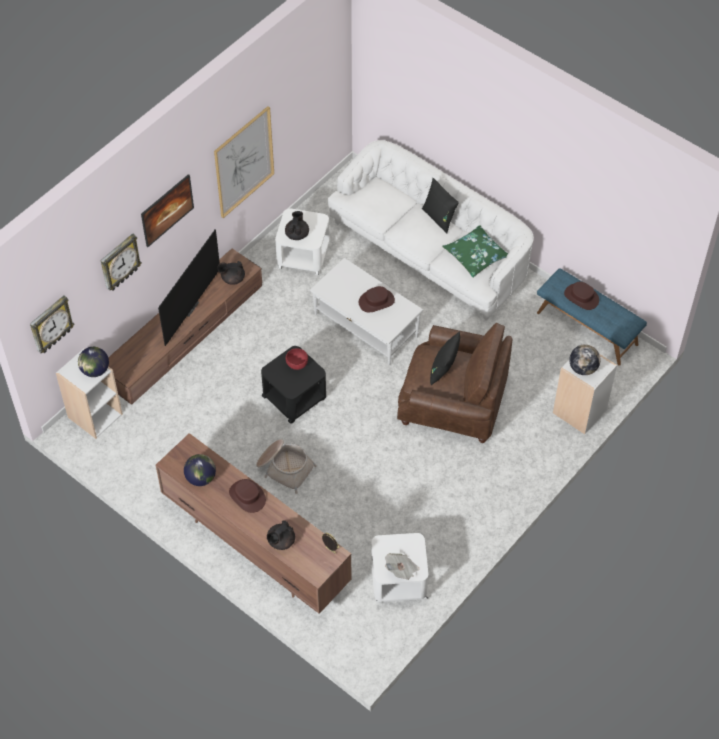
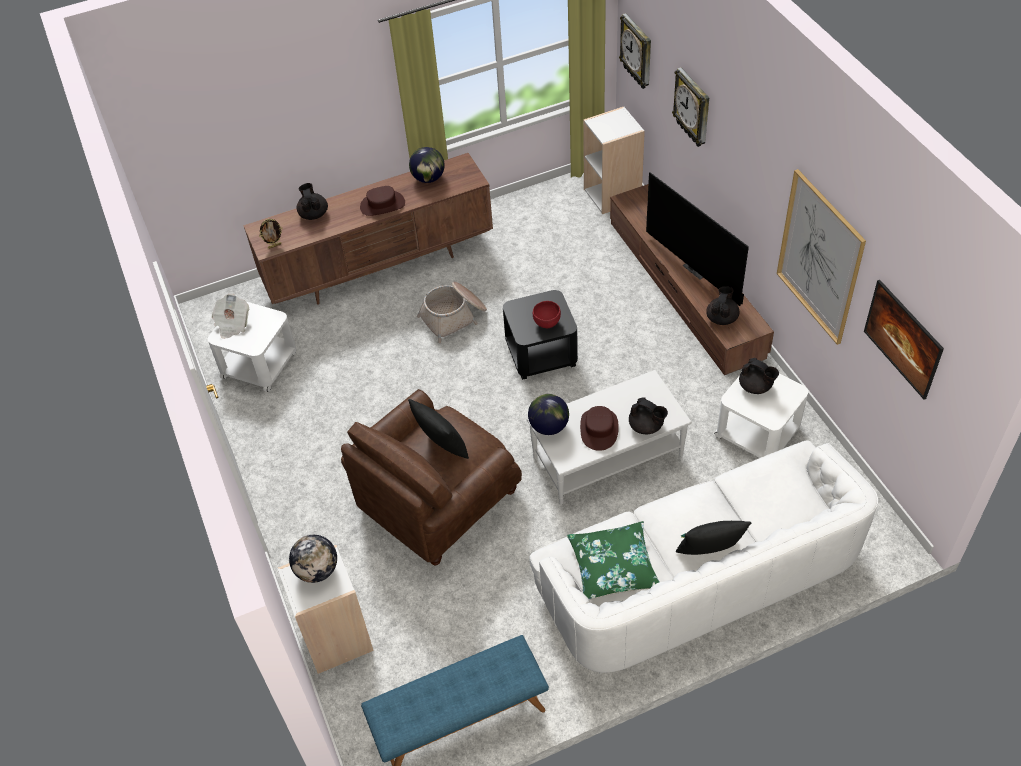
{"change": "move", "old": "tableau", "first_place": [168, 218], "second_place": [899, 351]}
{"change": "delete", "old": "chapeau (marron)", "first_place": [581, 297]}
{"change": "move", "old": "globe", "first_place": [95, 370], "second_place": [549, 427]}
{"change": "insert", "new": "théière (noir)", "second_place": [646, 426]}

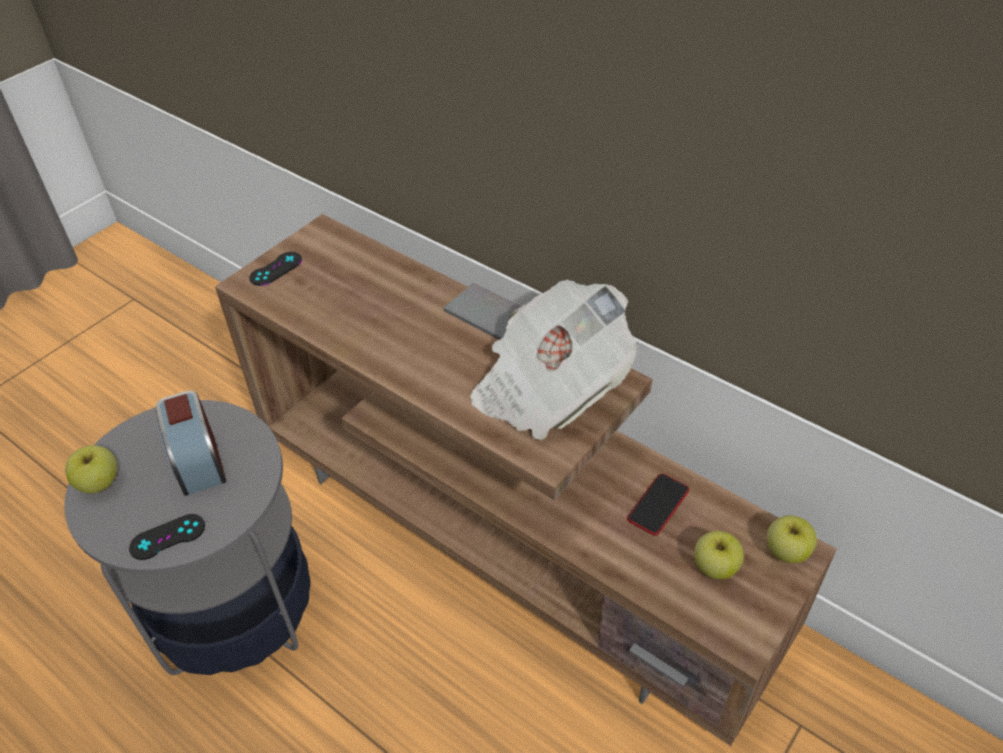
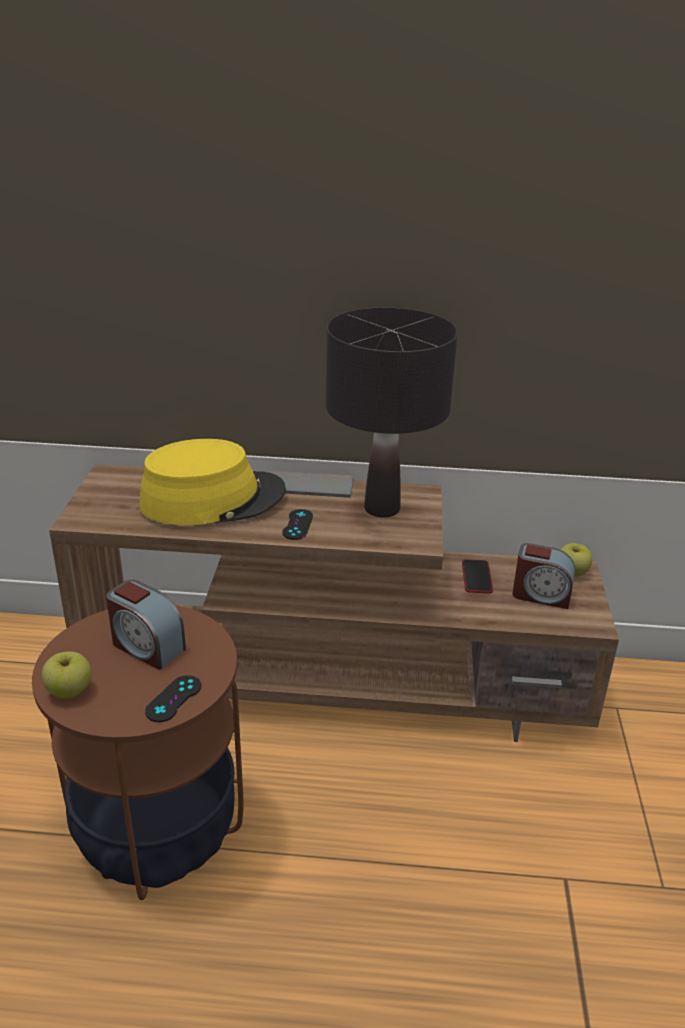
{"change": "move", "old": "manette (noir)", "first_place": [276, 269], "second_place": [297, 524]}
{"change": "replace", "old": "journal", "new": "lampe de table (noir)", "first_place": [549, 387], "second_place": [382, 509]}
{"change": "recolor", "old": "table d'appoint (gris)", "new": "table d'appoint (marron)", "first_place": [237, 613], "second_place": [158, 833]}
{"change": "replace", "old": "pomme", "new": "réveil", "first_place": [715, 567], "second_place": [541, 595]}
{"change": "insert", "new": "chapeau (jaune)", "second_place": [213, 499]}

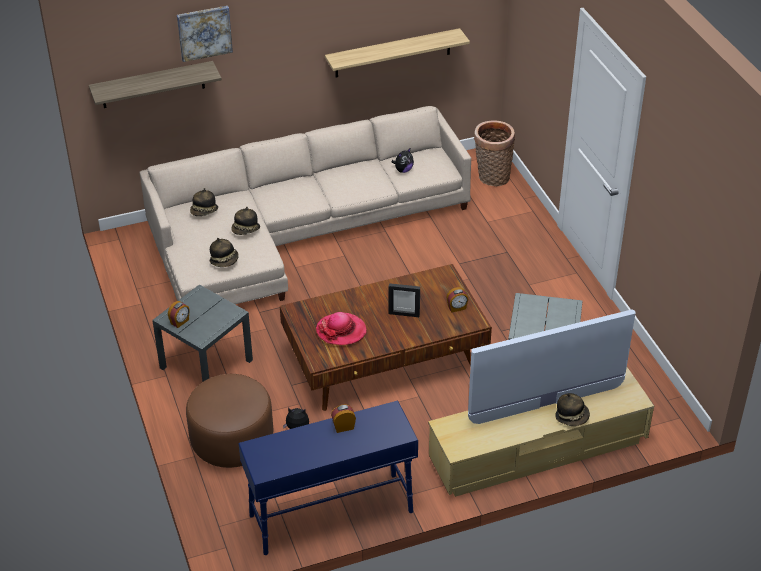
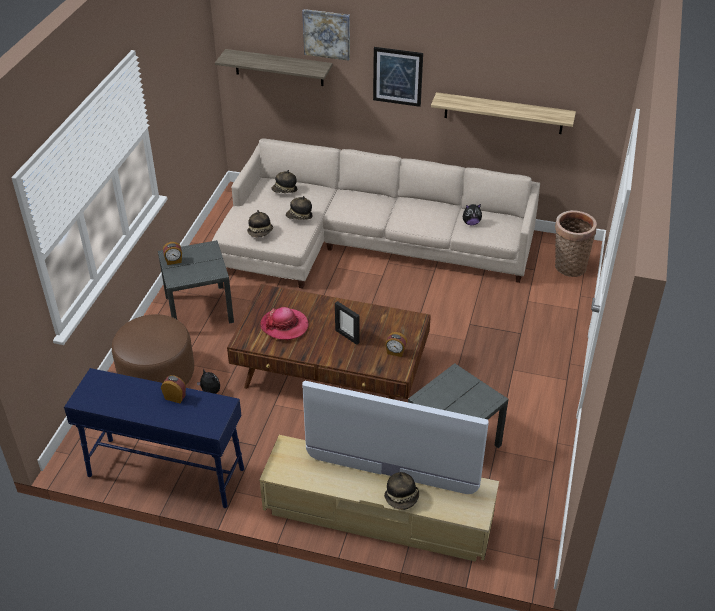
{"change": "insert", "new": "tableau", "second_place": [397, 76]}

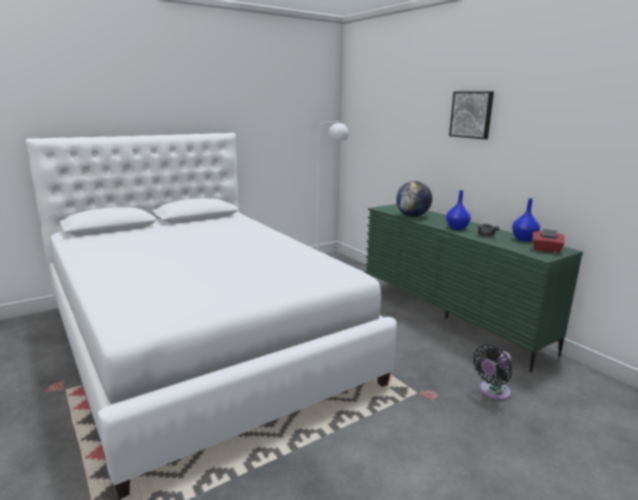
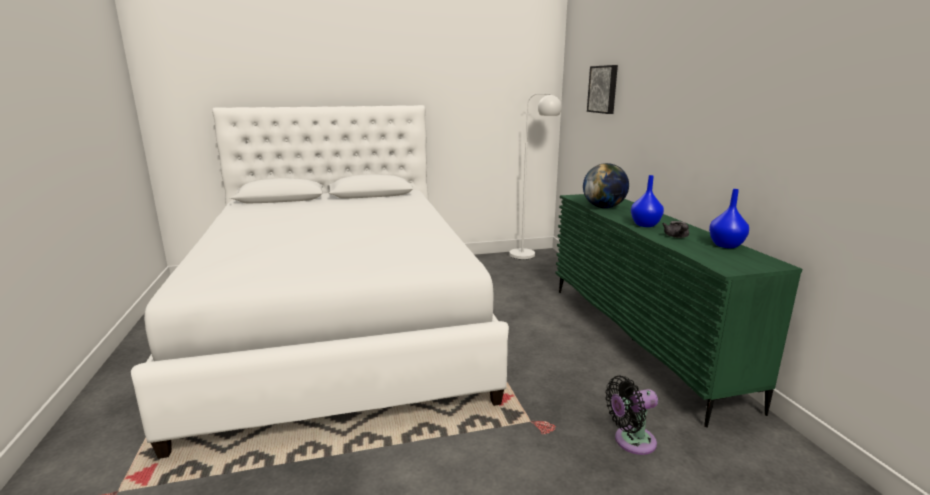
{"change": "move", "old": "tableau", "first_place": [472, 114], "second_place": [603, 89]}
{"change": "delete", "old": "boîte à mouchoirs (rouge)", "first_place": [546, 250]}

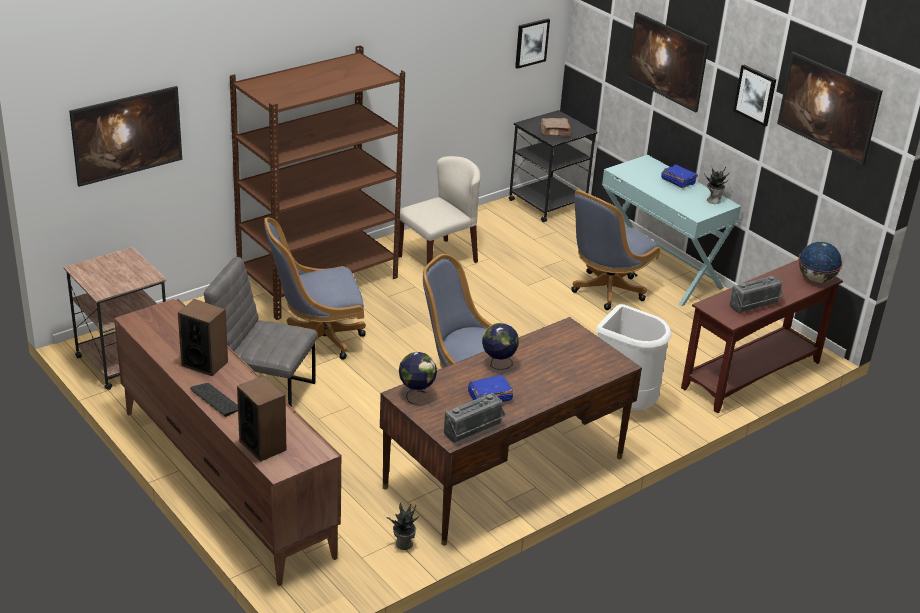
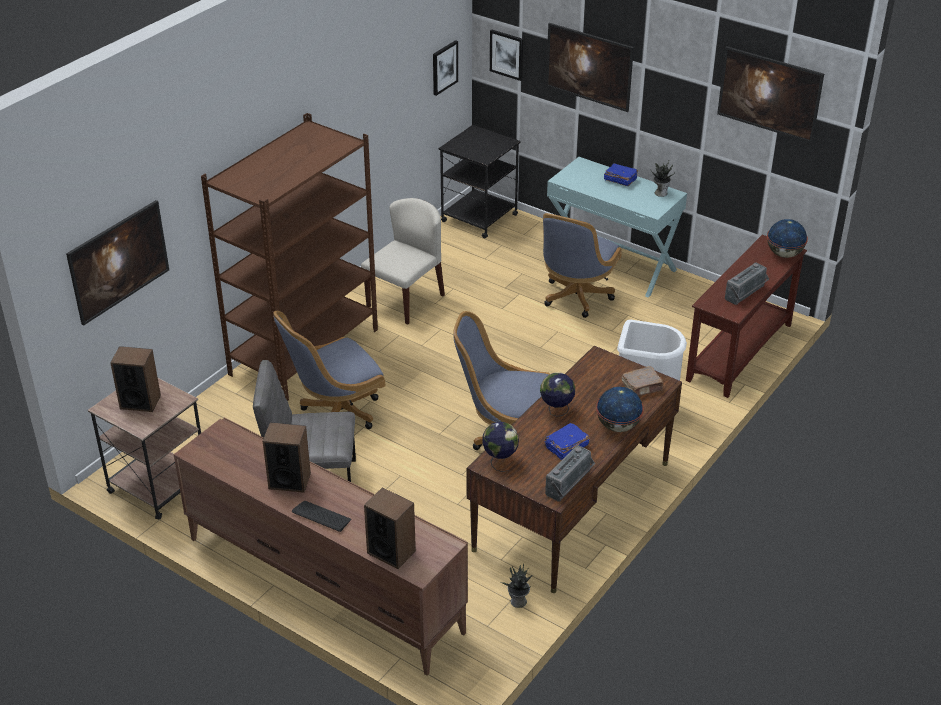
{"change": "move", "old": "tableau", "first_place": [755, 95], "second_place": [507, 54]}
{"change": "move", "old": "livre (marron)", "first_place": [555, 132], "second_place": [642, 387]}
{"change": "insert", "new": "enceinte", "second_place": [140, 402]}
{"change": "insert", "new": "globe", "second_place": [617, 426]}

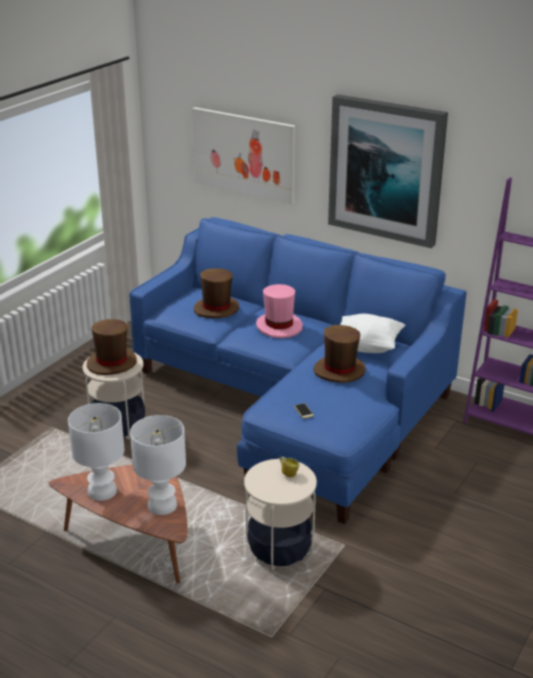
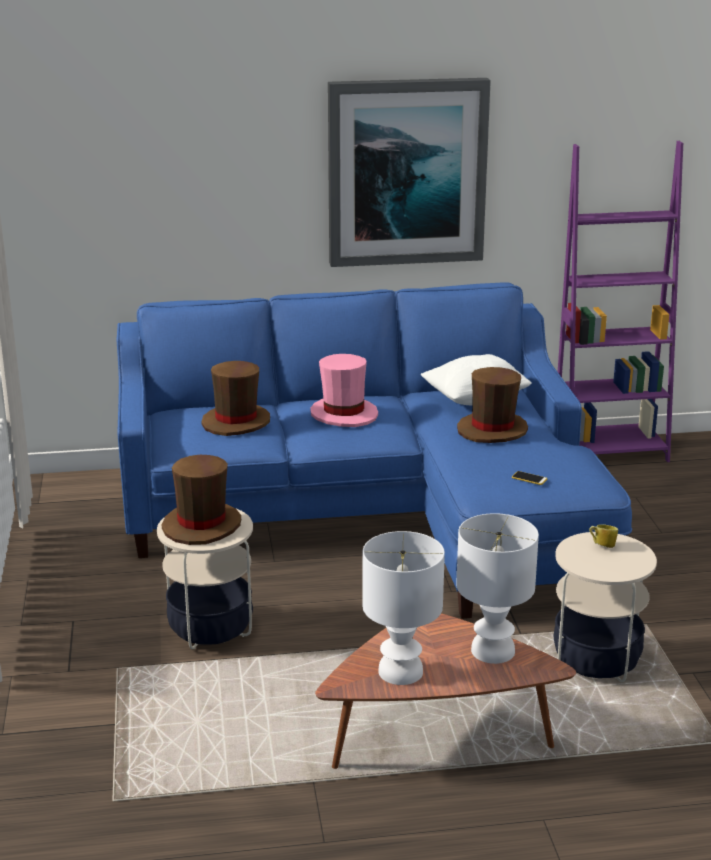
{"change": "delete", "old": "tableau", "first_place": [244, 154]}

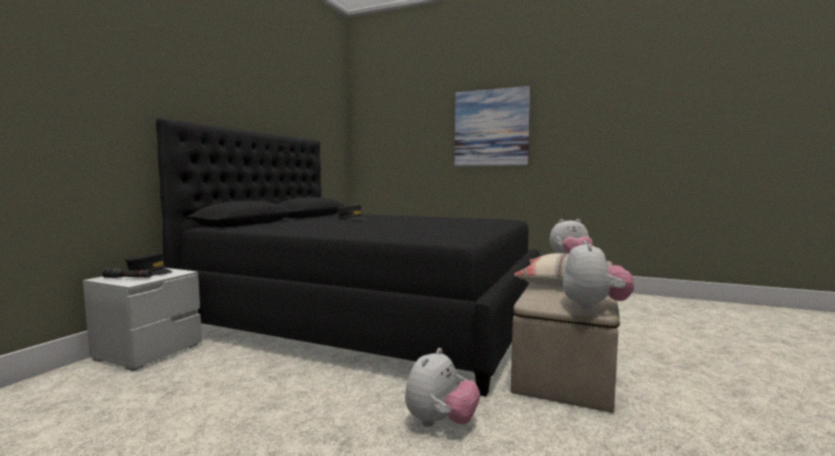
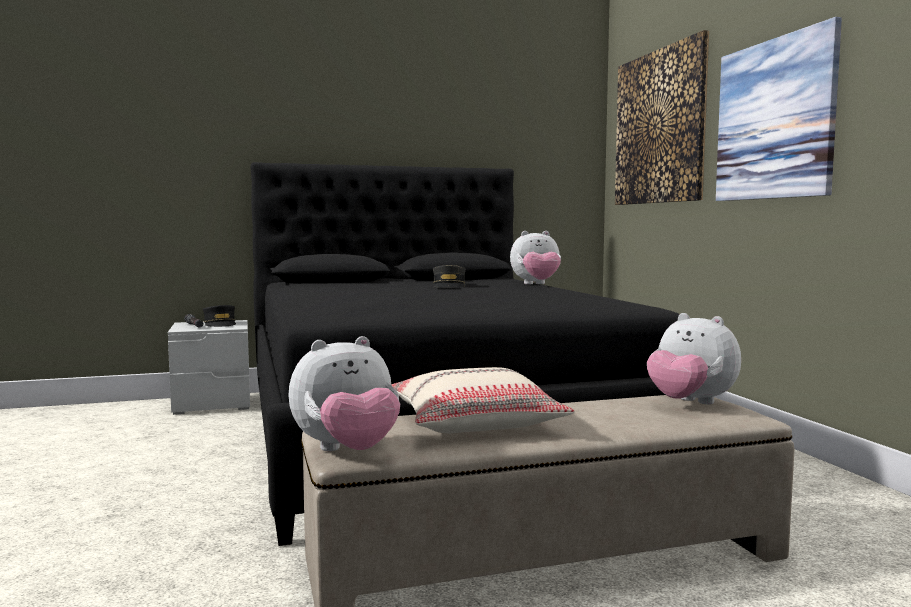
{"change": "move", "old": "peluche", "first_place": [440, 422], "second_place": [536, 284]}
{"change": "insert", "new": "tableau", "second_place": [659, 127]}

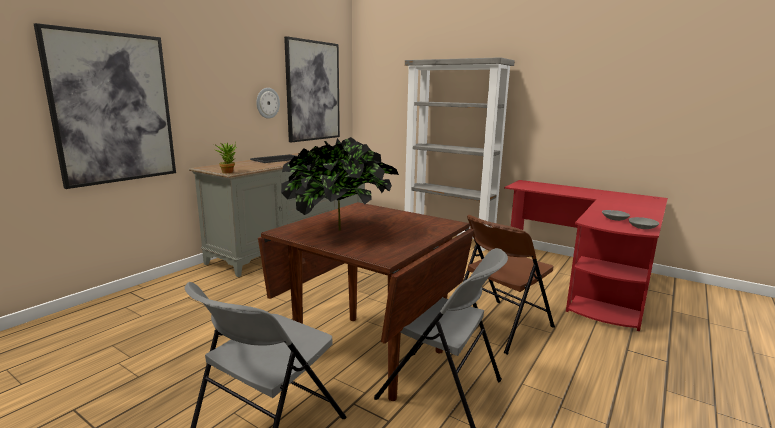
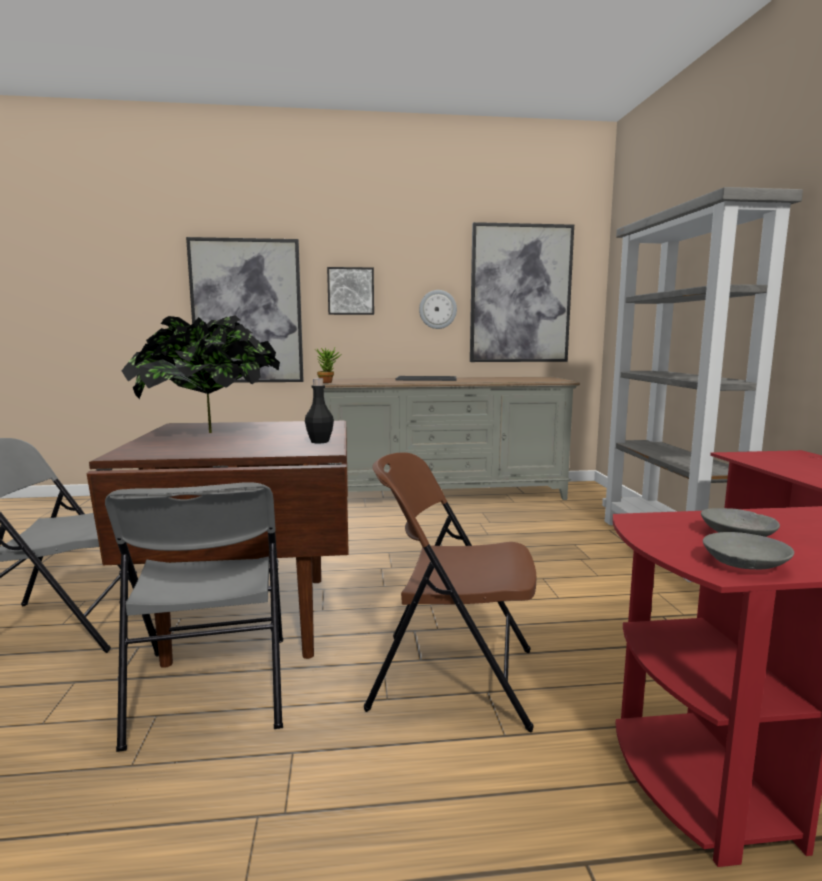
{"change": "insert", "new": "tableau", "second_place": [350, 291]}
{"change": "insert", "new": "bouteille (noir)", "second_place": [319, 441]}

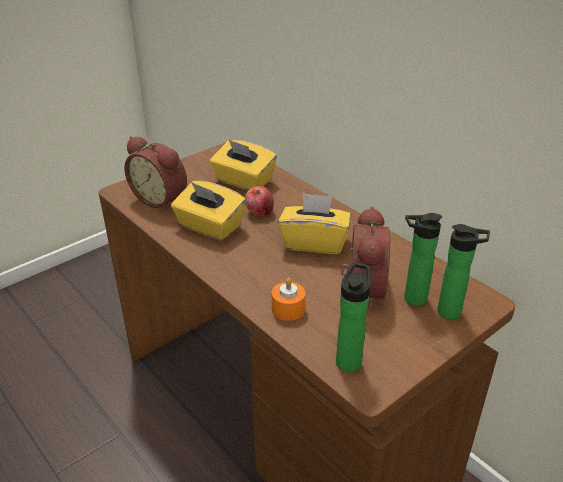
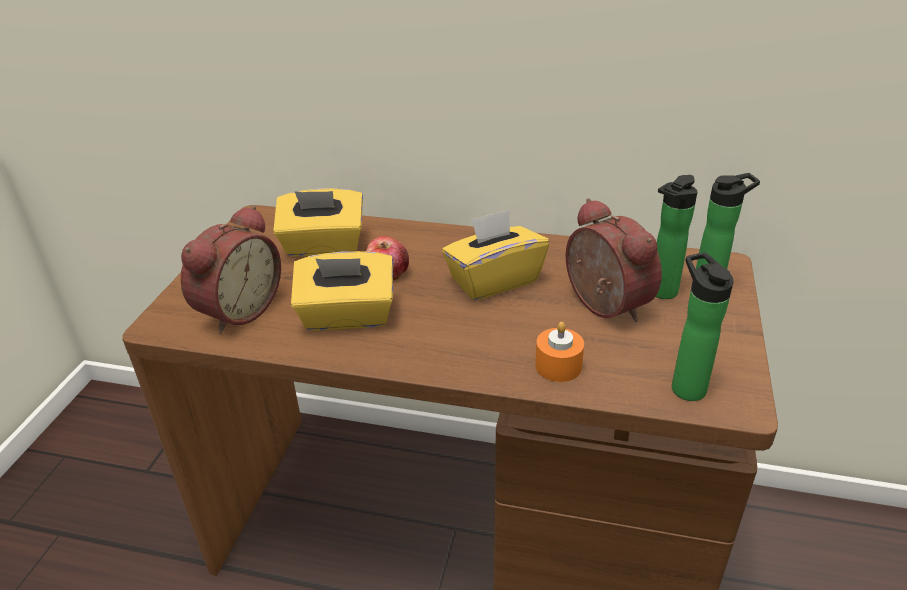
{"change": "rotate", "old": "réveil", "first_place": [161, 199], "second_place": [237, 310], "degrees": -60}

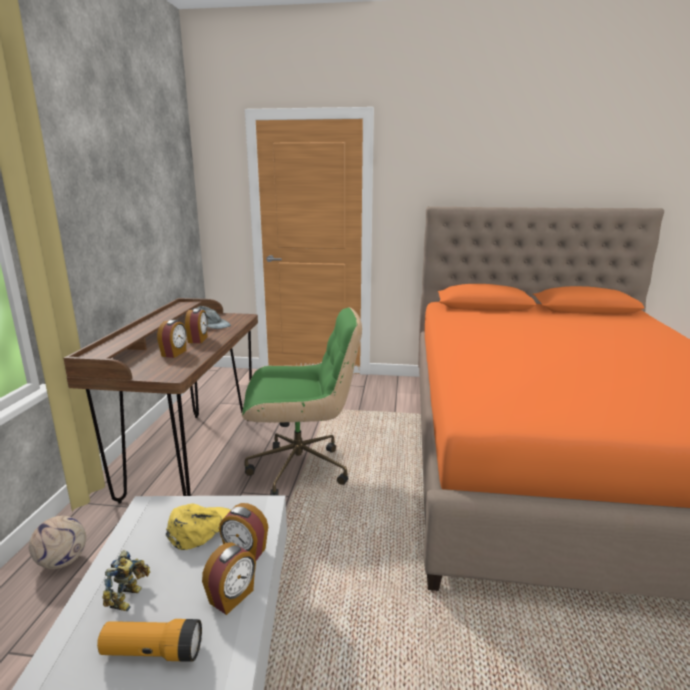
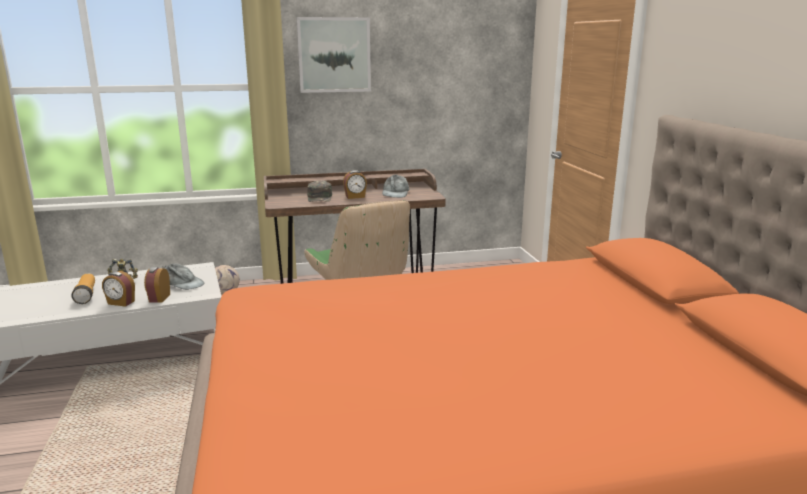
{"change": "replace", "old": "réveil", "new": "casquette (vert)", "first_place": [174, 353], "second_place": [320, 197]}
{"change": "recolor", "old": "casquette (jaune)", "new": "casquette (gris)", "first_place": [203, 528], "second_place": [181, 284]}
{"change": "insert", "new": "tableau", "second_place": [334, 55]}

